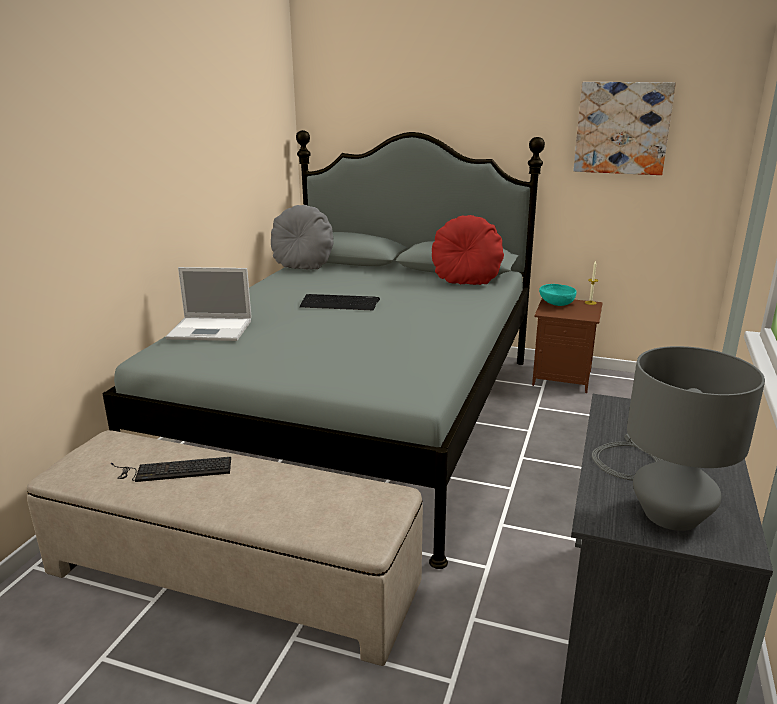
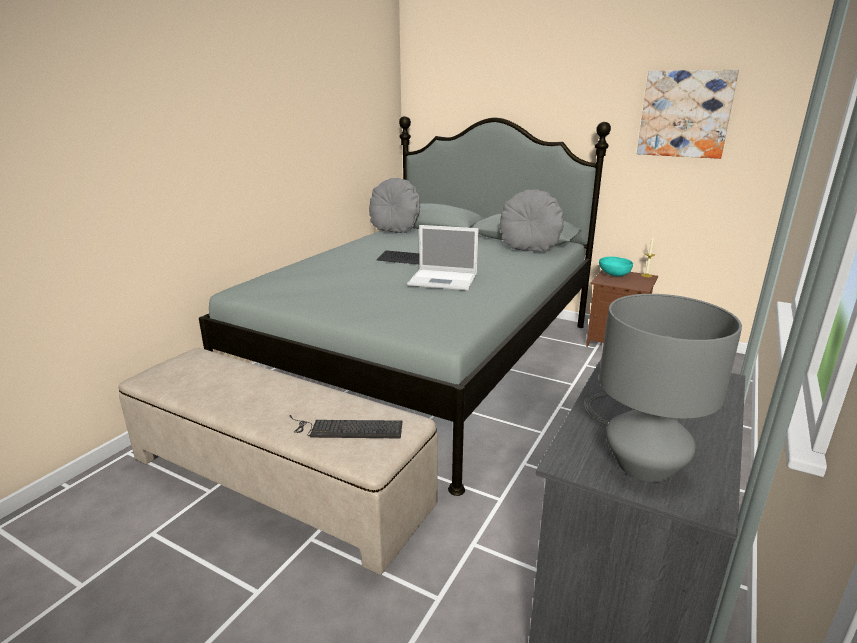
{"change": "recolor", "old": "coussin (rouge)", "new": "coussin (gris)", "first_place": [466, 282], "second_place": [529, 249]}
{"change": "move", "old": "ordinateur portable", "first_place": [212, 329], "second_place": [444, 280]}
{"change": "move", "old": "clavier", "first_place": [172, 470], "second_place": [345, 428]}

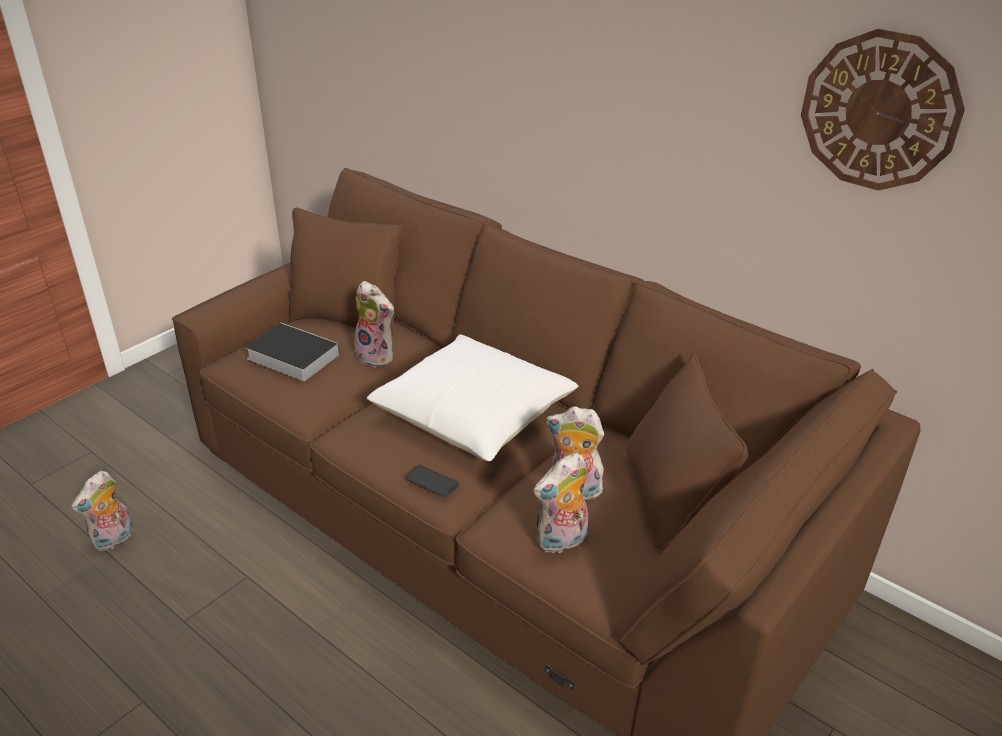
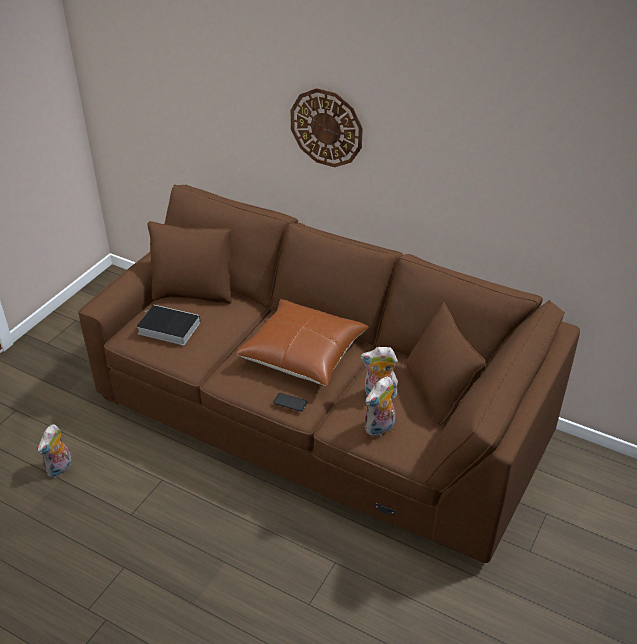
{"change": "move", "old": "horloge murale", "first_place": [879, 111], "second_place": [326, 127]}
{"change": "delete", "old": "peluche", "first_place": [378, 356]}
{"change": "recolor", "old": "coussin (blanc)", "new": "coussin (marron)", "first_place": [473, 413], "second_place": [303, 353]}

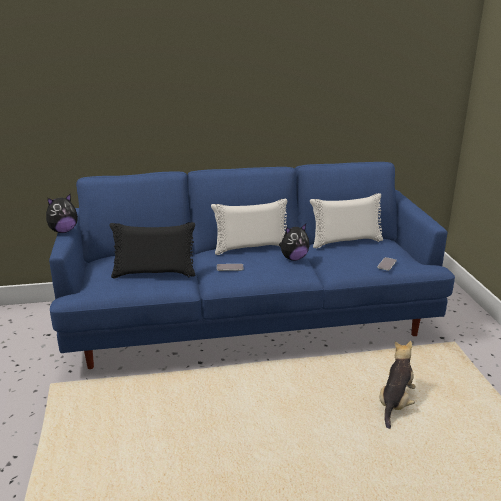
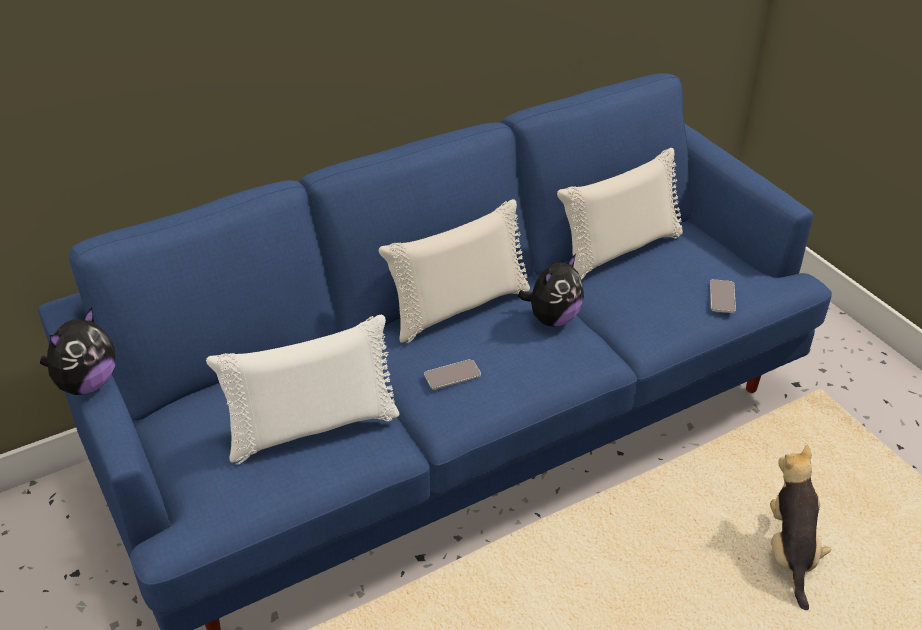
{"change": "recolor", "old": "coussin (noir)", "new": "coussin (blanc)", "first_place": [154, 273], "second_place": [312, 427]}

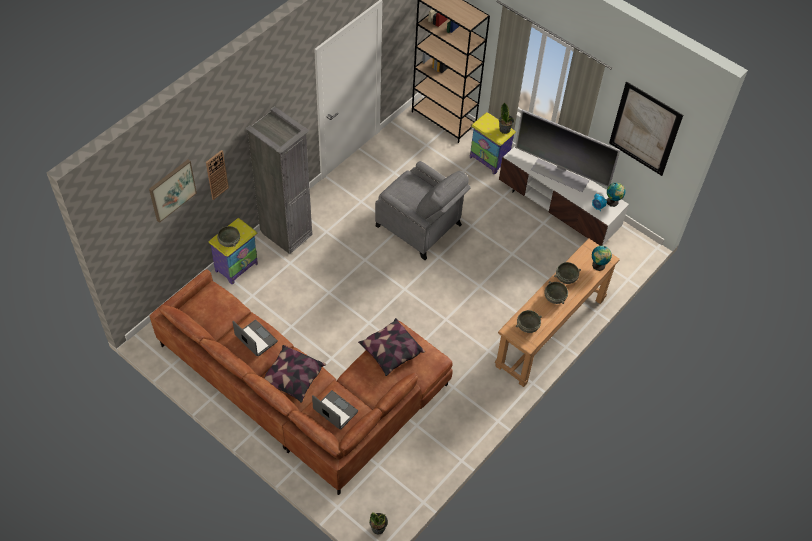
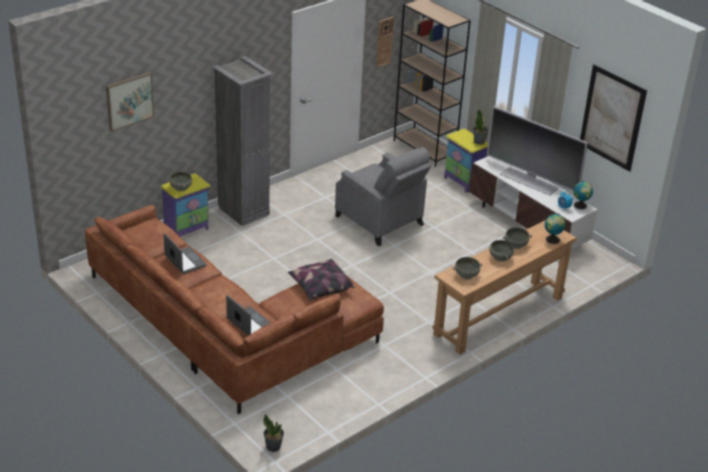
{"change": "move", "old": "horloge murale", "first_place": [216, 174], "second_place": [384, 42]}
{"change": "delete", "old": "coussin", "first_place": [293, 378]}

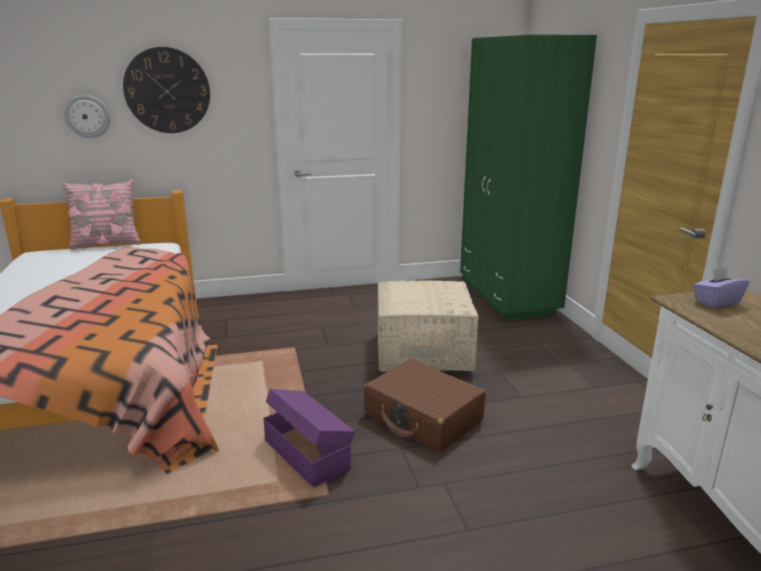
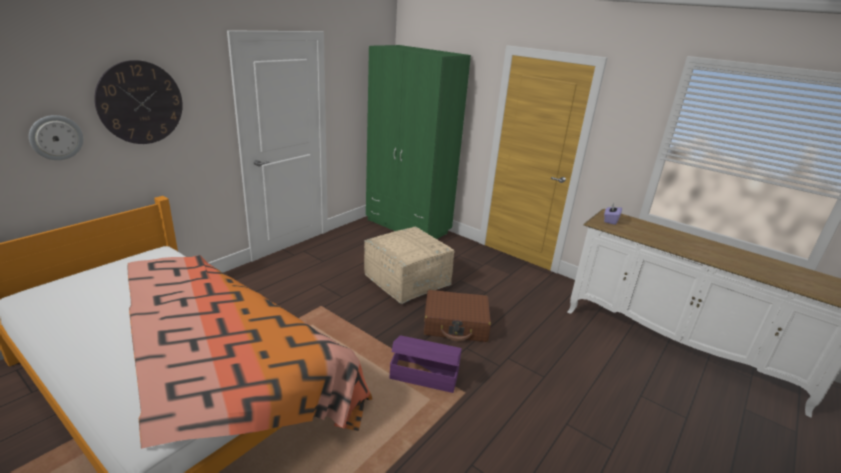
{"change": "delete", "old": "coussin (rose)", "first_place": [107, 245]}

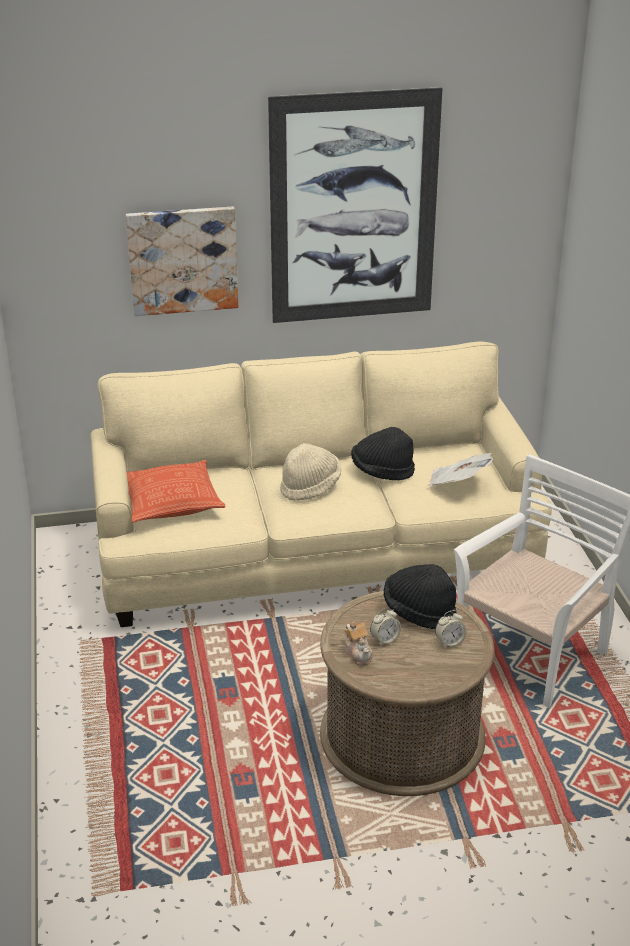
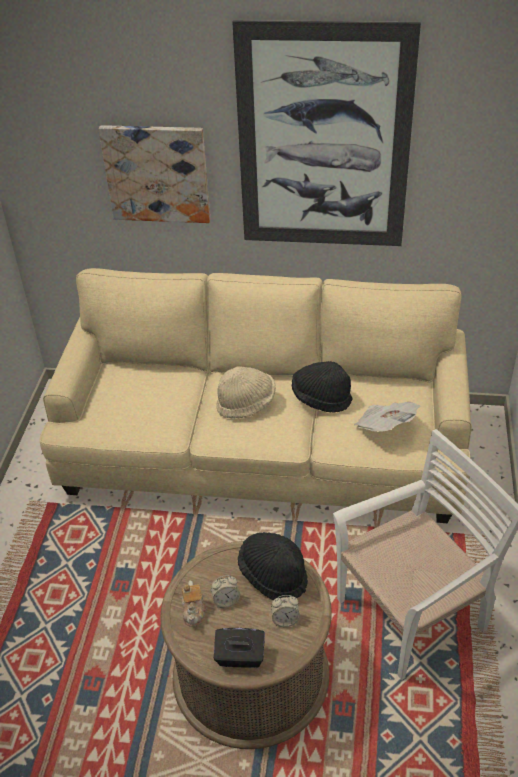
{"change": "delete", "old": "coussin (orange)", "first_place": [172, 504]}
{"change": "insert", "new": "boîte à mouchoirs (noir)", "second_place": [240, 657]}

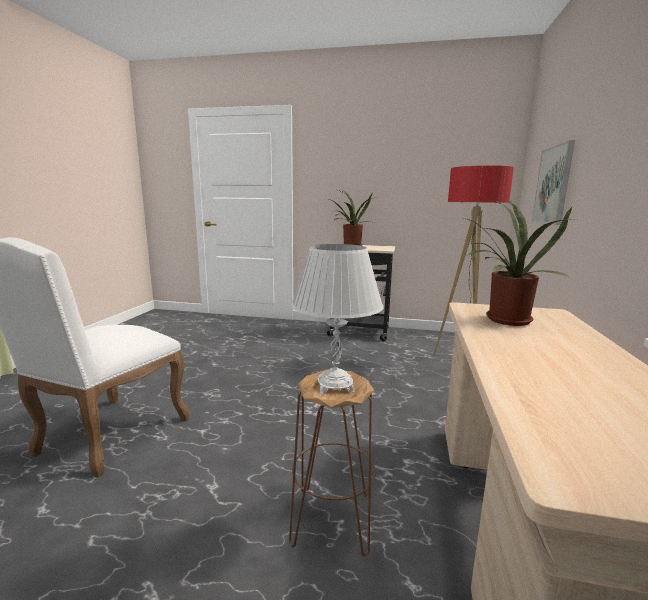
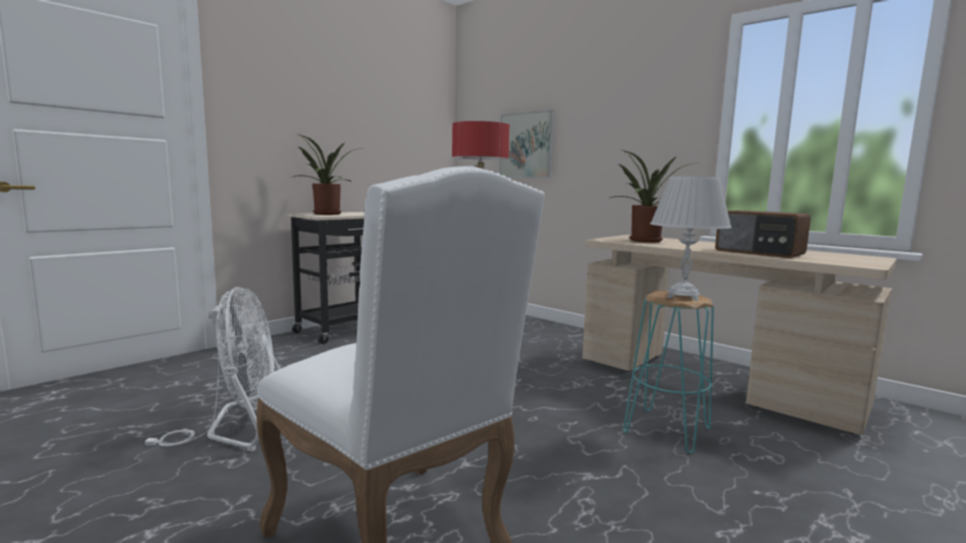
{"change": "recolor", "old": "tabouret (marron)", "new": "tabouret (turquoise)", "first_place": [332, 519], "second_place": [666, 430]}
{"change": "insert", "new": "radio", "second_place": [759, 252]}
{"change": "insert", "new": "ventilateur (blanc)", "second_place": [236, 424]}

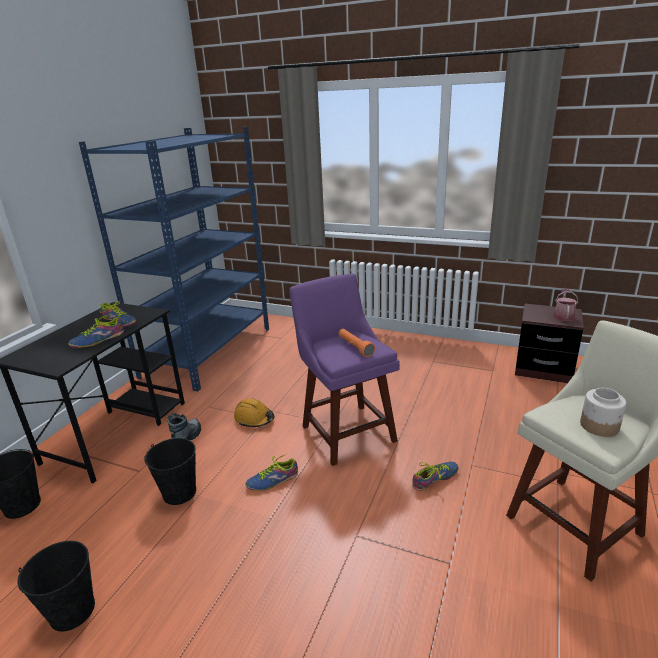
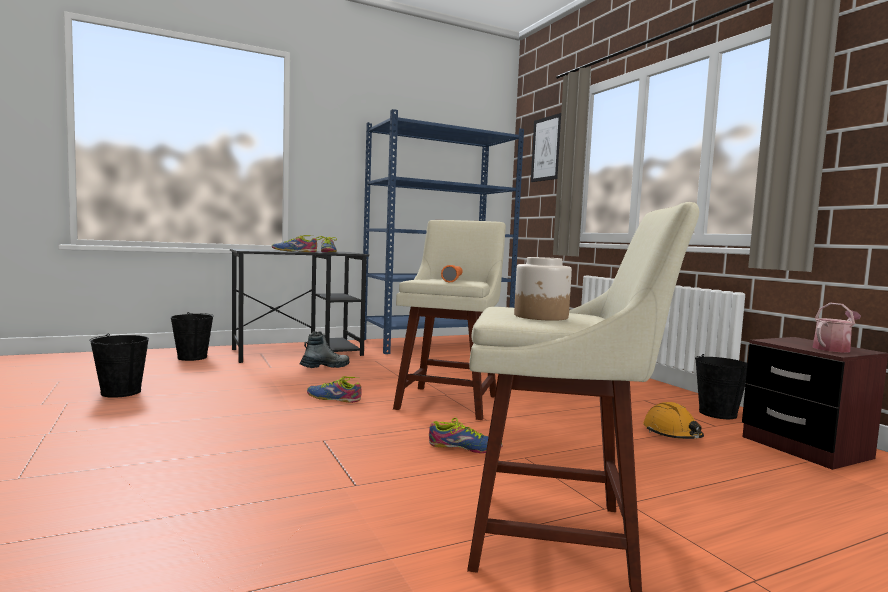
{"change": "recolor", "old": "tabouret (violet)", "new": "tabouret (beige)", "first_place": [346, 431], "second_place": [449, 401]}
{"change": "move", "old": "casque de chantier (orange)", "first_place": [254, 419], "second_place": [672, 434]}
{"change": "move", "old": "seau (noir)", "first_place": [179, 492], "second_place": [718, 413]}
{"change": "insert", "new": "tableau", "second_place": [546, 149]}

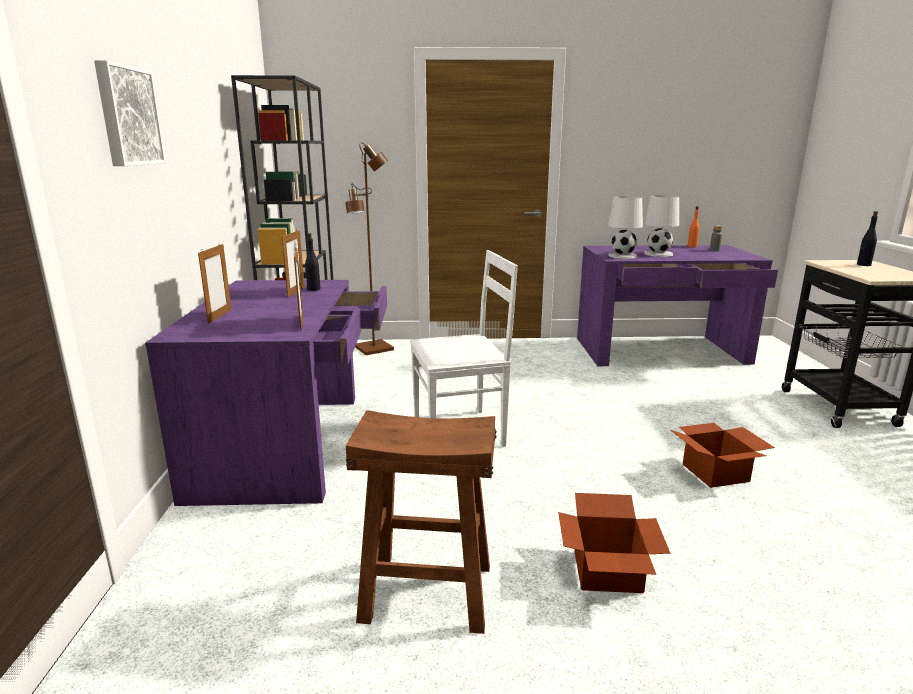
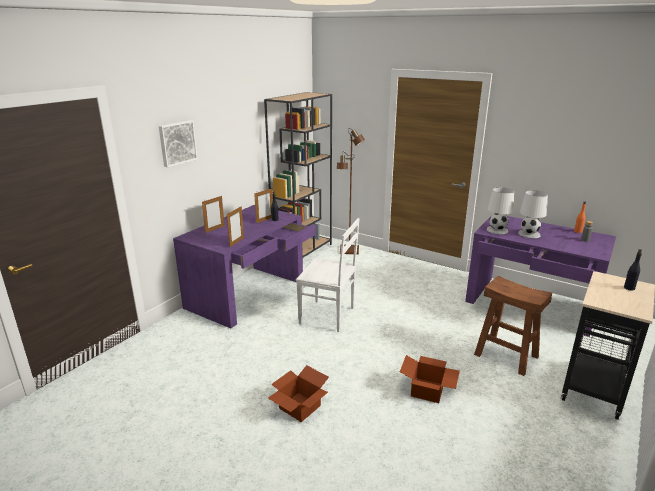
{"change": "move", "old": "tabouret (marron)", "first_place": [426, 593], "second_place": [505, 355]}

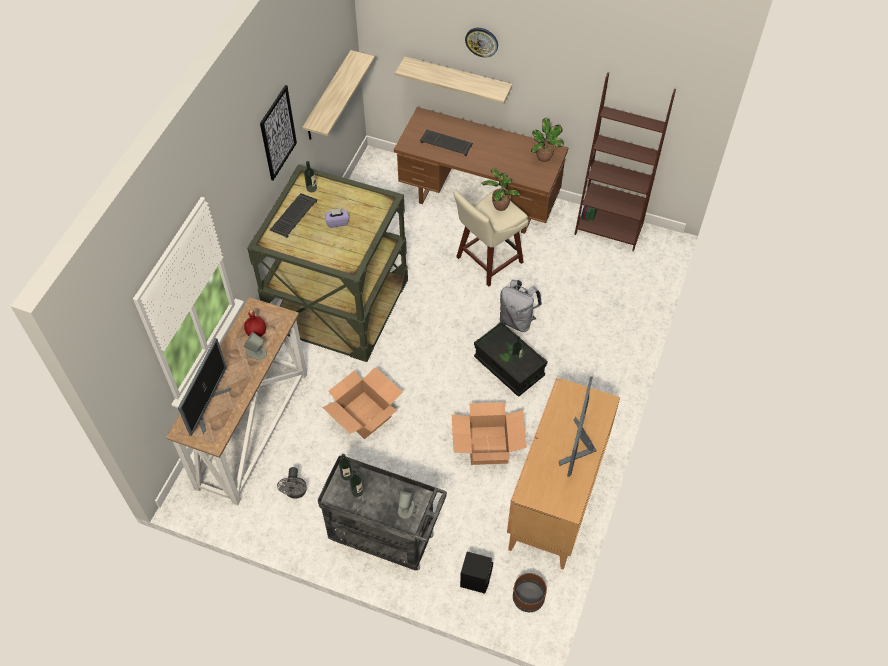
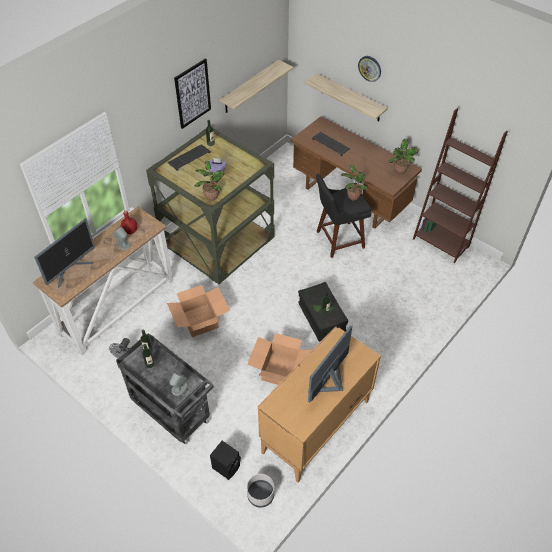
{"change": "recolor", "old": "tabouret (beige)", "new": "tabouret (noir)", "first_place": [487, 261], "second_place": [338, 240]}
{"change": "delete", "old": "sac à dos (gris)", "first_place": [517, 320]}
{"change": "recolor", "old": "cache-pot (marron)", "new": "cache-pot (gris)", "first_place": [528, 597], "second_place": [261, 495]}
{"change": "insert", "new": "plante en pot", "second_place": [211, 196]}

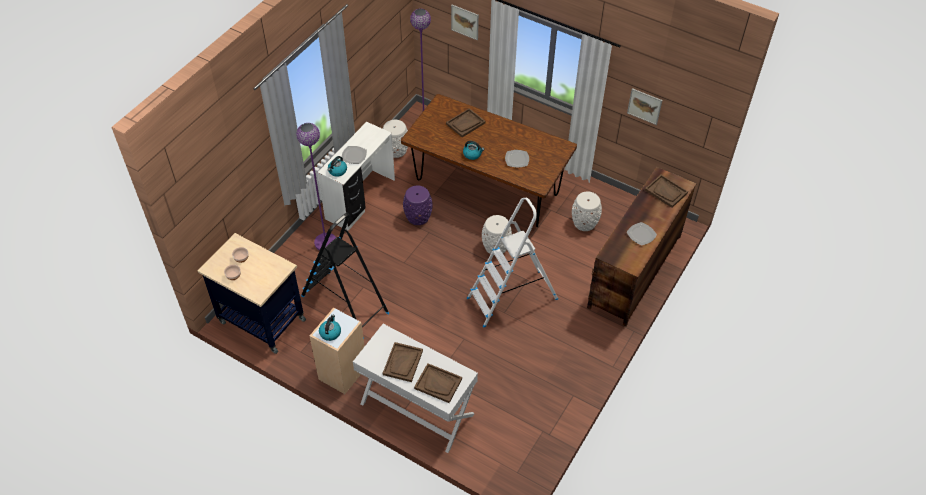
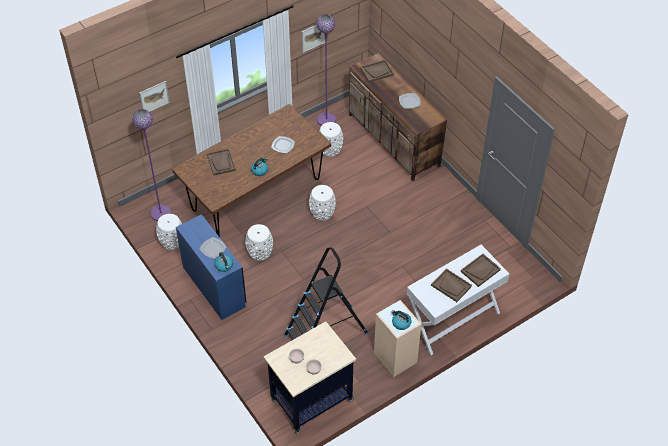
{"change": "recolor", "old": "bureau (blanc)", "new": "bureau (bleu)", "first_place": [361, 199], "second_place": [215, 286]}
{"change": "move", "old": "lampadaire (violet)", "first_place": [325, 242], "second_place": [326, 120]}
{"change": "recolor", "old": "tabouret (violet)", "new": "tabouret (blanc)", "first_place": [418, 217], "second_place": [260, 252]}
{"change": "delete", "old": "escabeau (blanc)", "first_place": [512, 298]}

